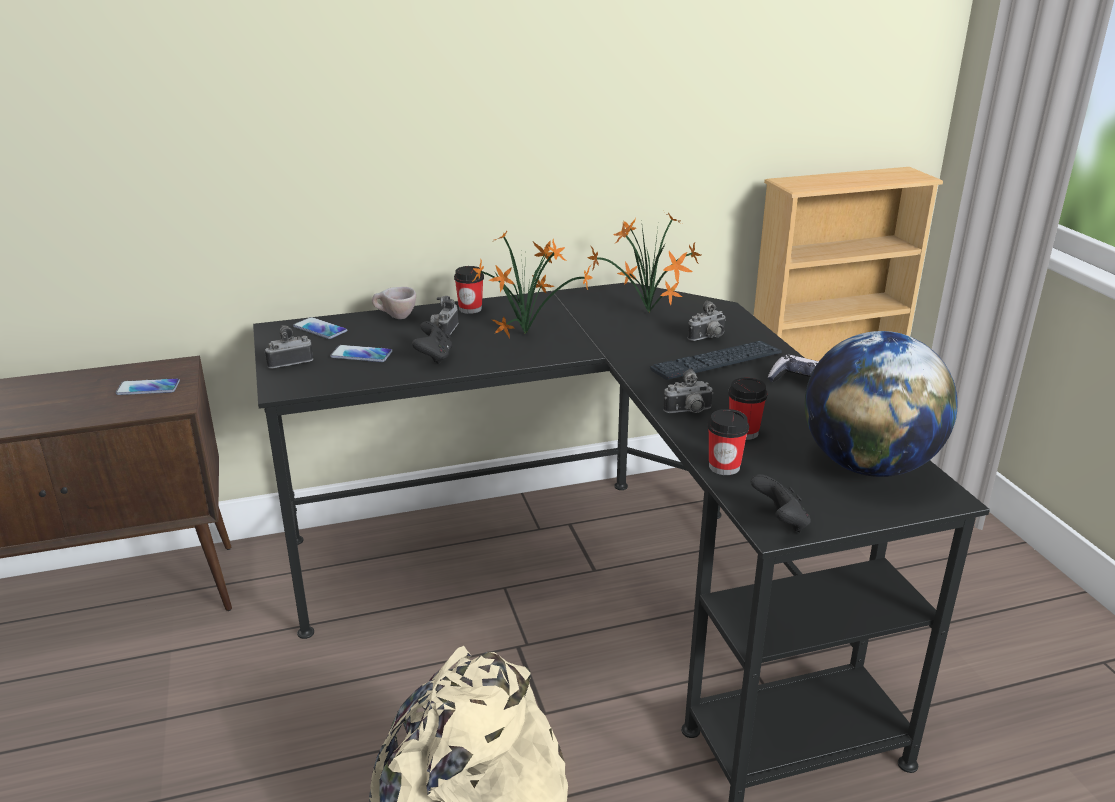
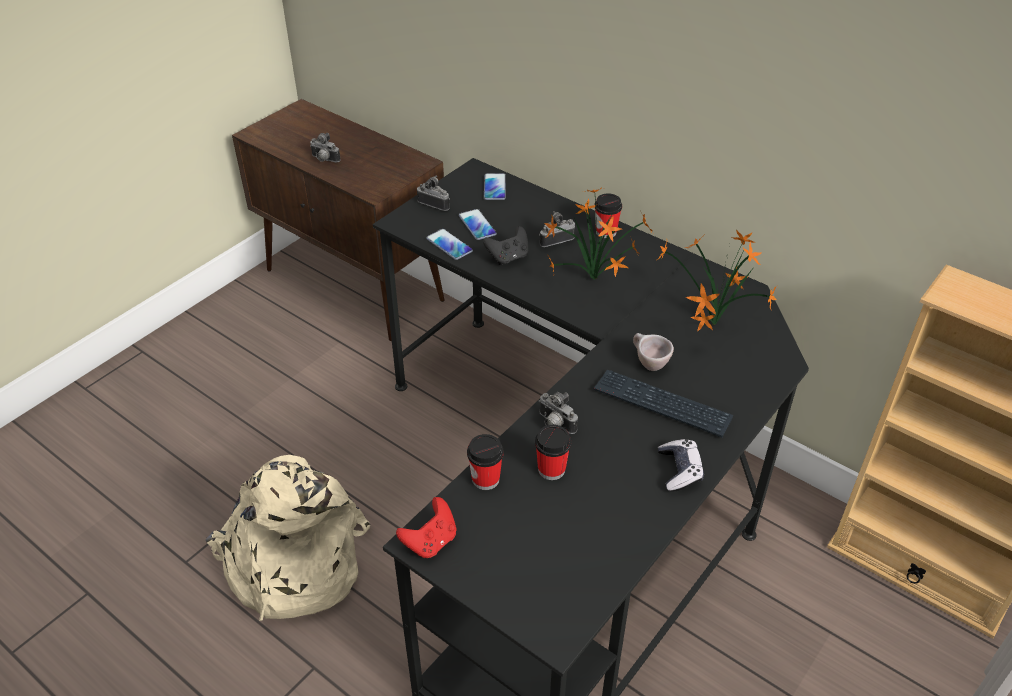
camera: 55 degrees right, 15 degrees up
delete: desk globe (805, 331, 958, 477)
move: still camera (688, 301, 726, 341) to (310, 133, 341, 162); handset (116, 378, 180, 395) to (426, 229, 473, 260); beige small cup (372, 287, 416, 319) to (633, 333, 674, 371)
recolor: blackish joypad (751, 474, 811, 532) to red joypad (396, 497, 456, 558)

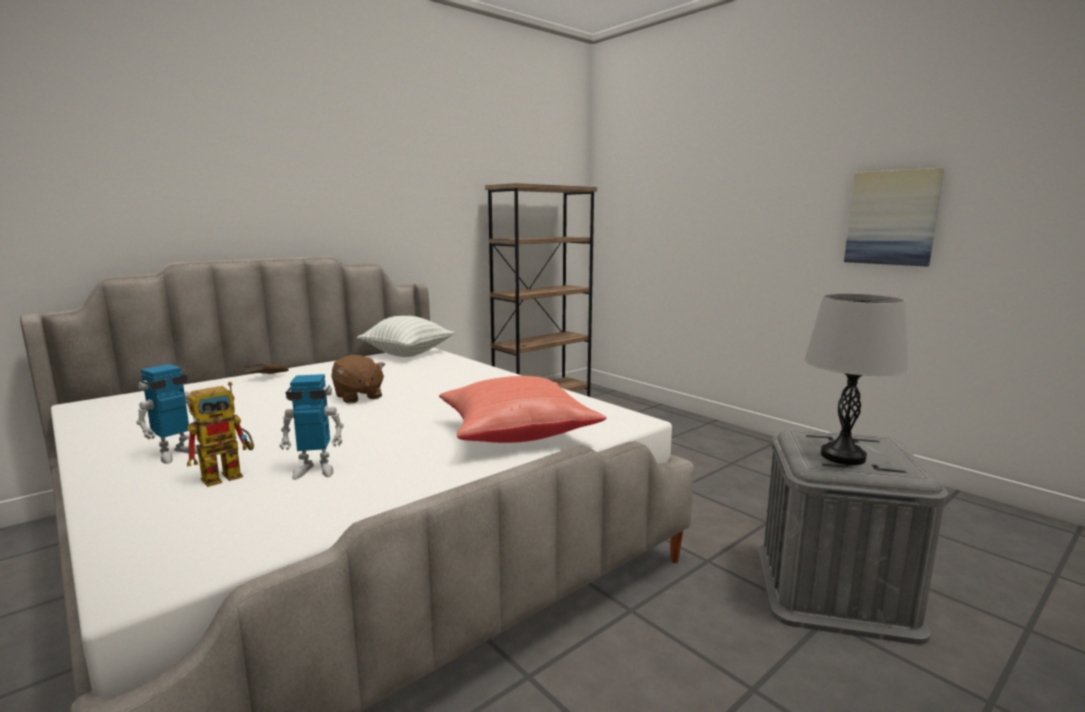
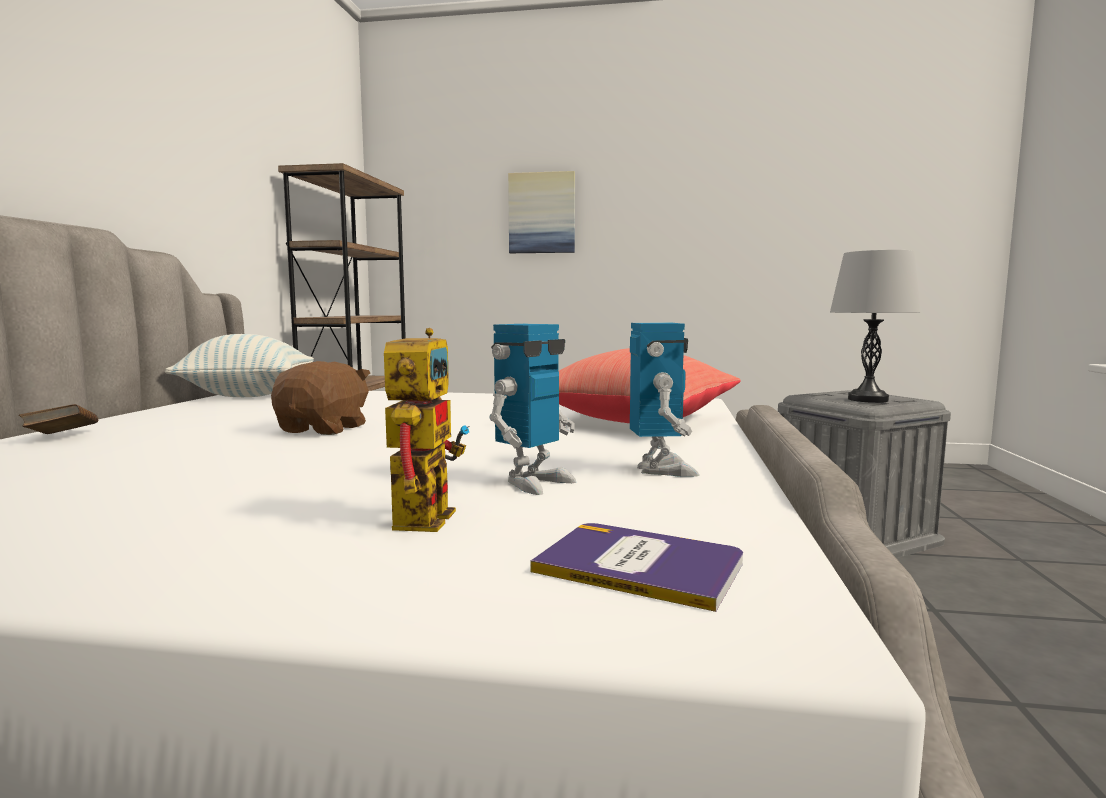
camera: 40 degrees left, 5 degrees down
insert: bound book (530, 523, 743, 612)
move: wall picture (844, 168, 944, 267) to (508, 171, 575, 253); toy robot (136, 364, 198, 464) to (630, 323, 699, 477)
rotate: brown-coloured plush toy (331, 355, 385, 404) = (271, 361, 370, 435) 90 degrees counterclockwise

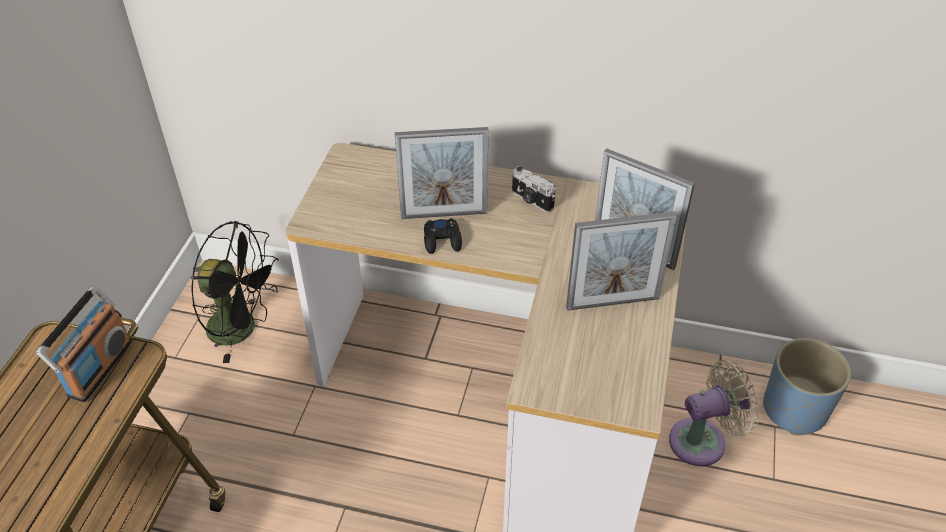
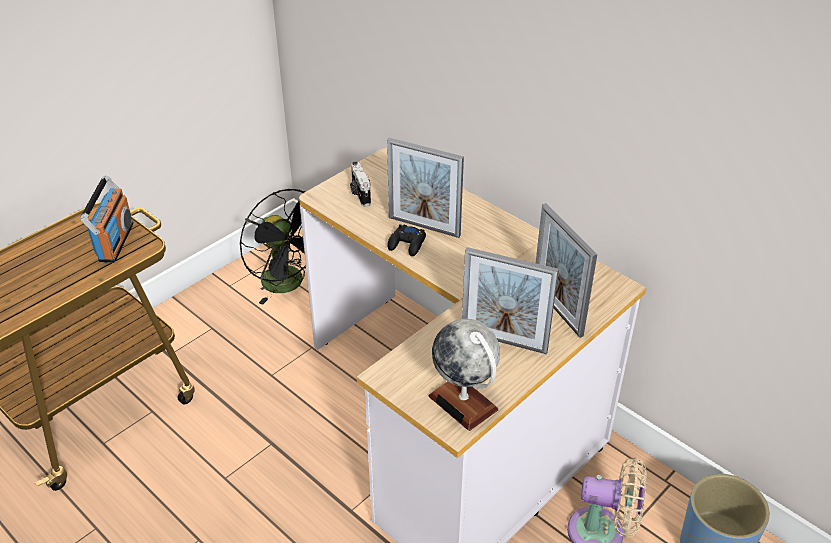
camera: 30 degrees right, 5 degrees down
insert: desk globe (428, 319, 500, 431)
move: still camera (512, 166, 555, 213) to (350, 162, 371, 206)
rotate: radio receiver (36, 286, 132, 402) = (80, 176, 134, 263) 45 degrees counterclockwise

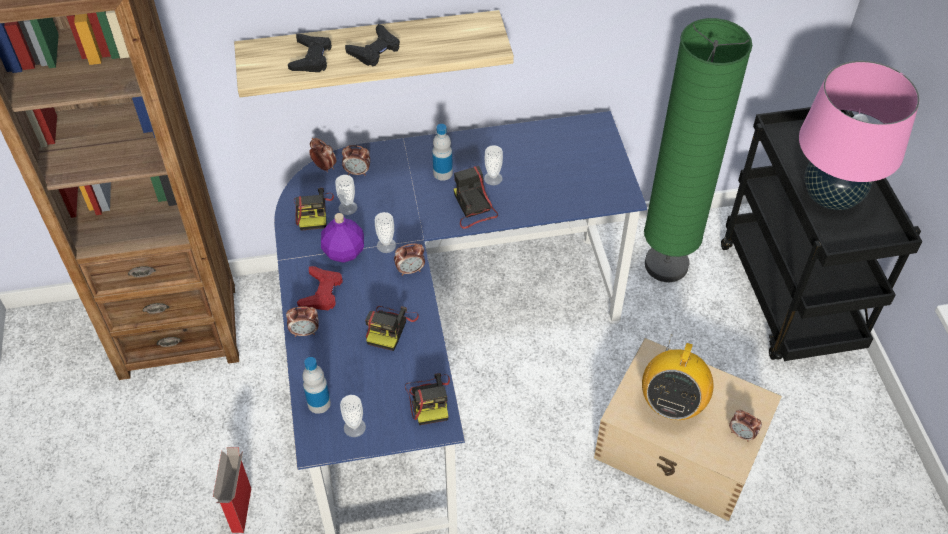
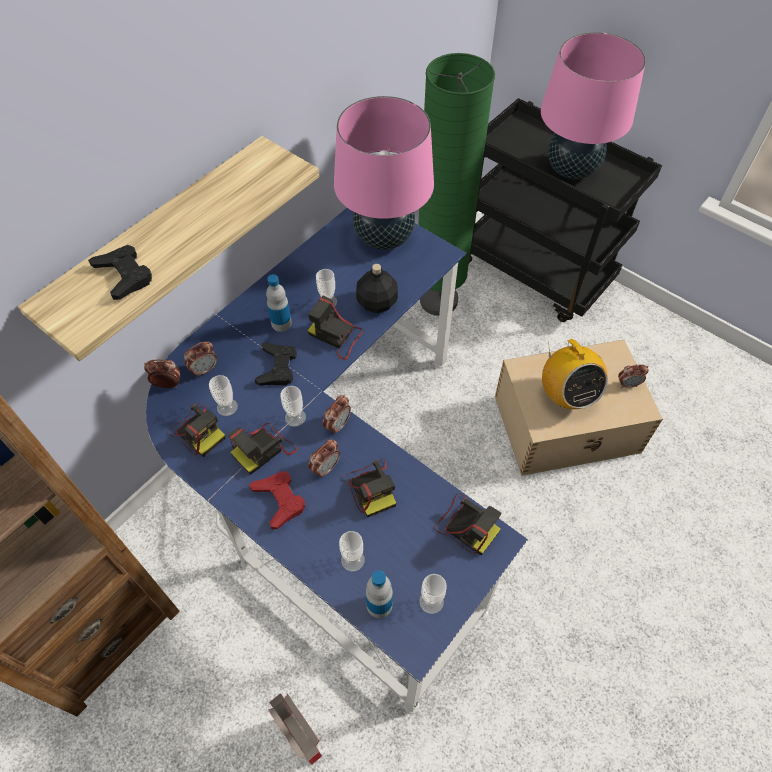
camera: 40 degrees left, 5 degrees up
insert: pink-coloured table lamp (334, 96, 434, 250); small cup (339, 531, 365, 571); blackish beverage bottle (356, 264, 398, 313)
move: blackish joypad (345, 24, 400, 67) to (255, 342, 297, 386); table clock (286, 306, 319, 337) to (308, 439, 340, 478)
replace: purple-coloured beverage bottle (321, 213, 364, 263) to still camera (228, 423, 298, 475)

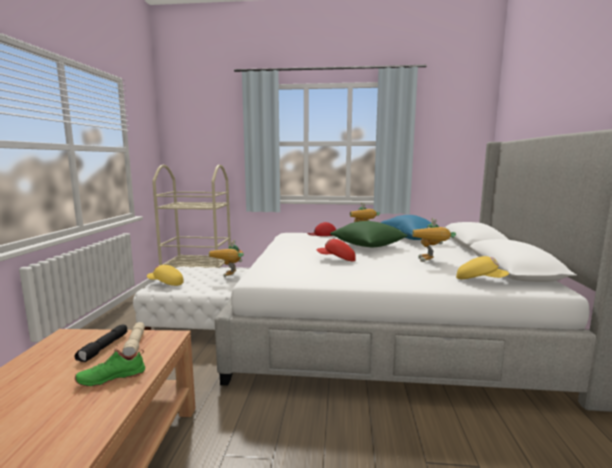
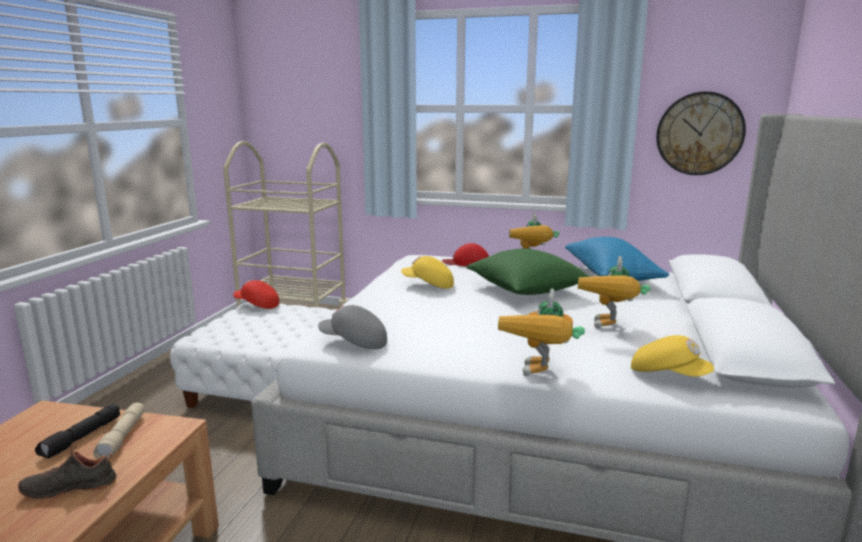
camera: 10 degrees right, 5 degrees up
insert: greyish baseball cap (318, 305, 387, 349); clock on the wall (656, 91, 746, 175)
move: red baseball cap (317, 239, 356, 261) to (233, 280, 279, 309); yellow-coloured baseball cap (147, 265, 184, 286) to (401, 256, 454, 289); toy robot (209, 240, 244, 277) to (498, 289, 585, 376)
recolor: green shoe (75, 345, 145, 387) to blackish shoe (18, 445, 117, 500)

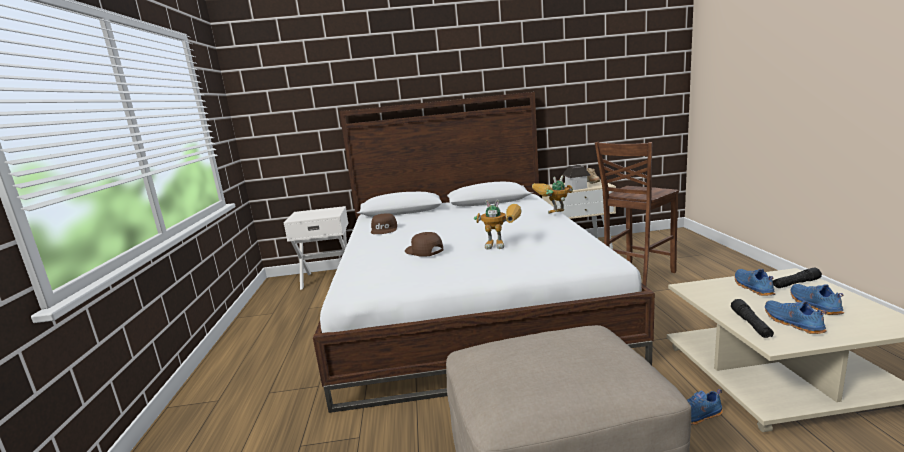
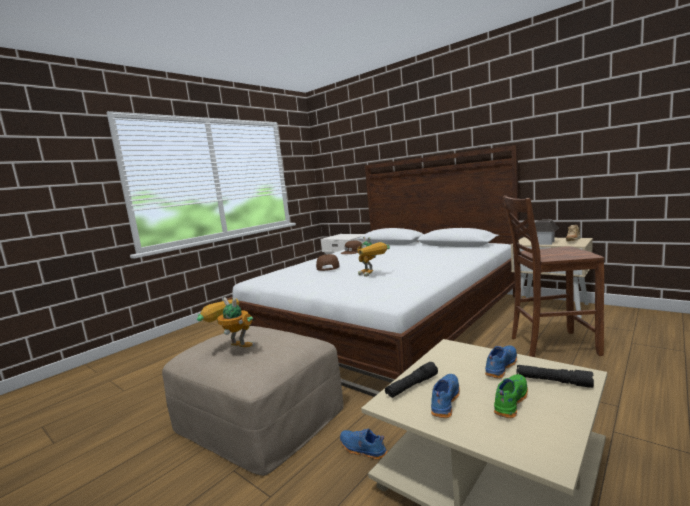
camera: 45 degrees right, 5 degrees down
move: toy robot (532, 175, 573, 214) to (197, 297, 255, 347)
recolor: blue-coloured shoe (790, 284, 844, 315) to green shoe (494, 374, 528, 418)

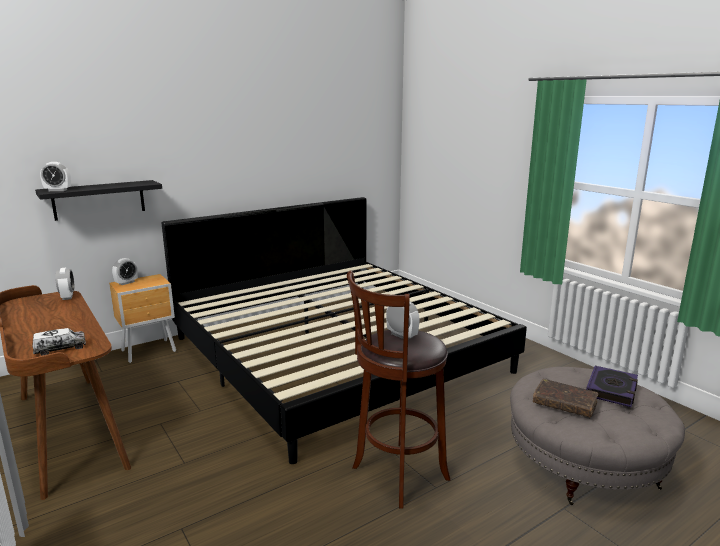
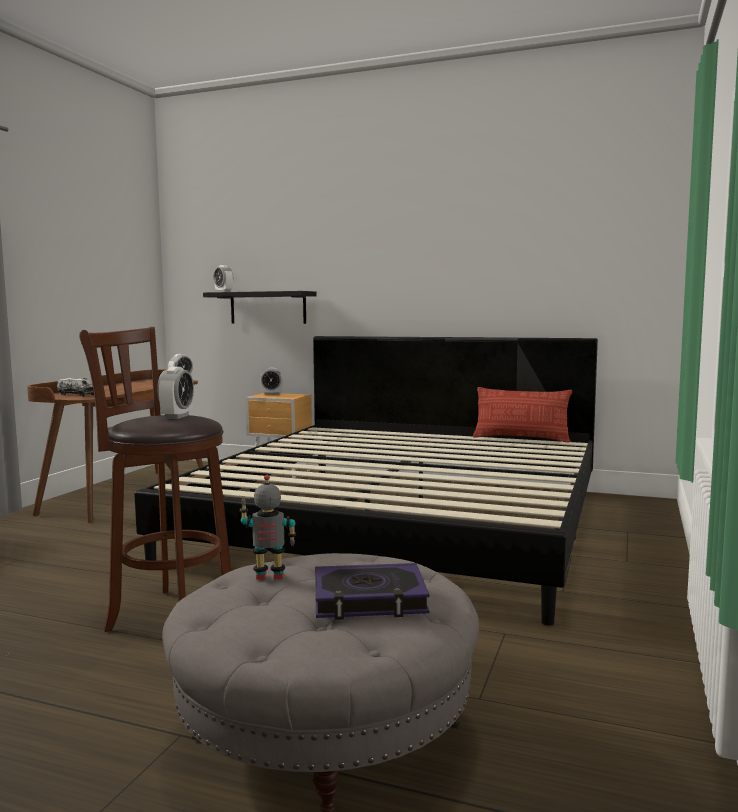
camera: 55 degrees right, 10 degrees down
insert: throw pillow (473, 387, 572, 442)
replace: brown-coloured bound book (533, 379, 598, 417) to toy robot (240, 475, 296, 579)

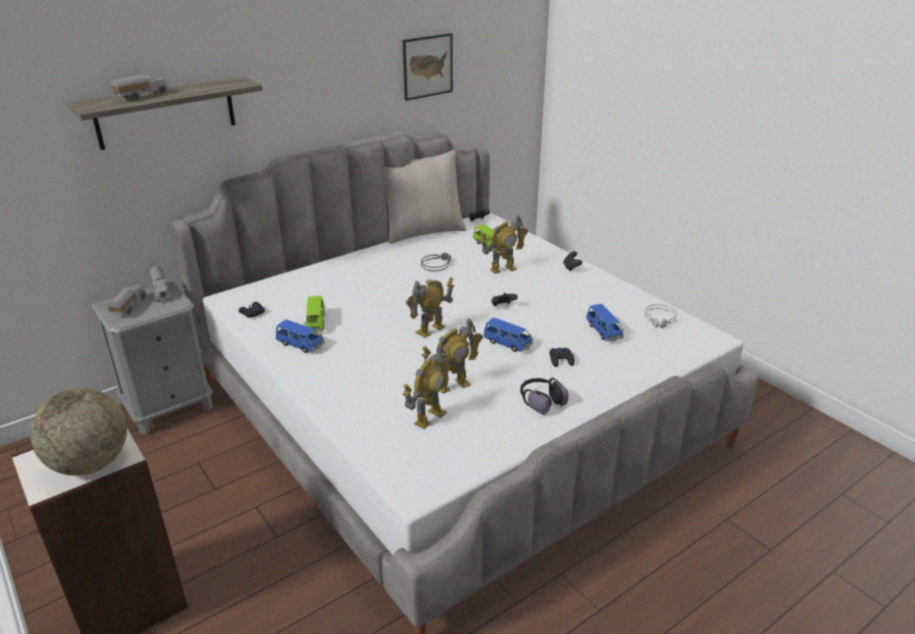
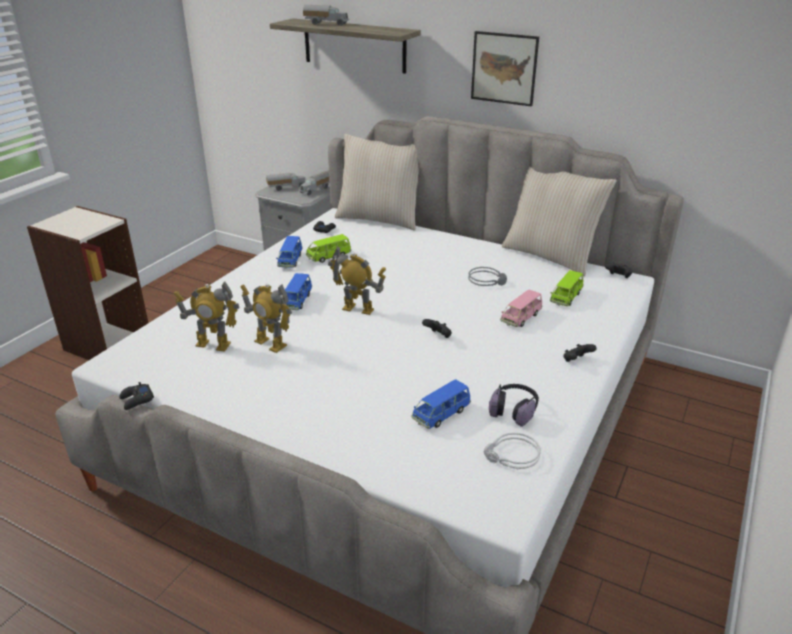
camera: 65 degrees right, 0 degrees up
delete: desk globe (31, 388, 127, 476)
insert: beige throw pillow (335, 134, 419, 231)
move: blackish joypad (549, 348, 575, 367) to (119, 382, 154, 410); blue-coloured model car (483, 318, 533, 352) to (285, 273, 312, 310); wall picture (403, 33, 453, 101) to (471, 31, 539, 106); headset (520, 378, 568, 415) to (489, 384, 539, 427)
replace: toy robot (480, 214, 528, 274) to pink-coloured model car (500, 289, 543, 327)

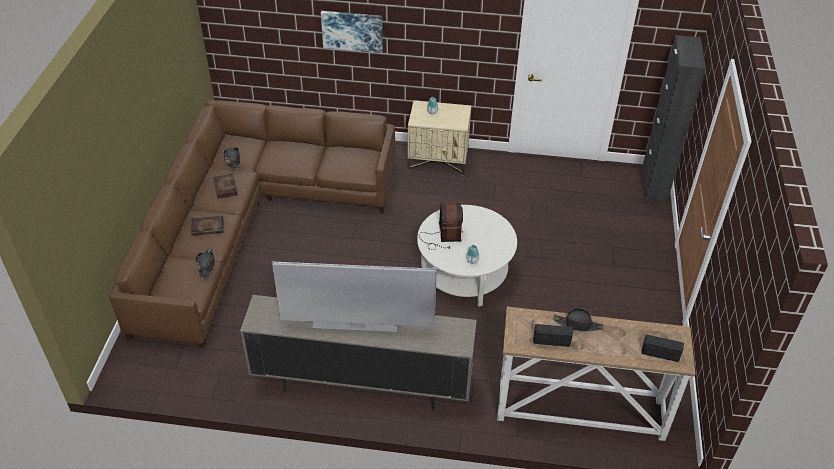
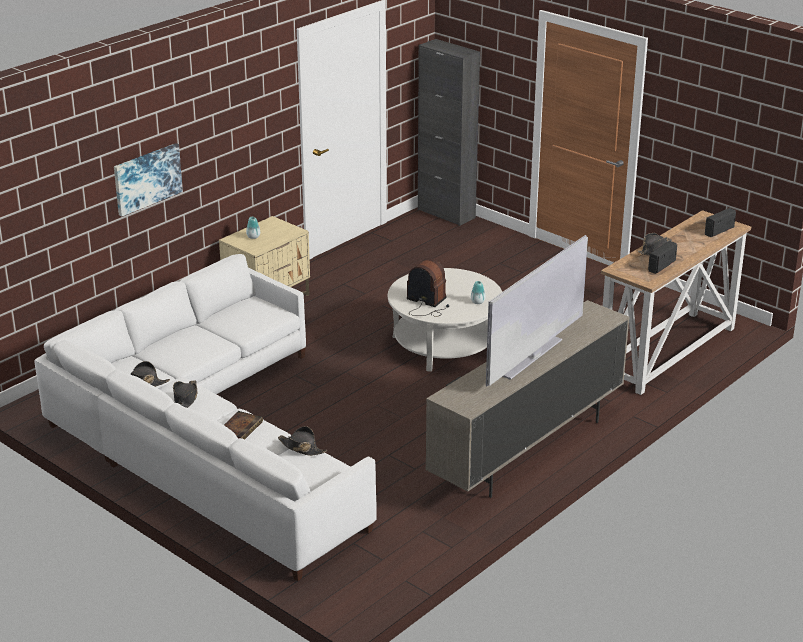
camera: 55 degrees left, 15 degrees down
replace: bound book (213, 174, 237, 199) to blackish clothing hat (173, 380, 198, 408)
recolor: brown-coloured settee (109, 100, 395, 348) to white settee (35, 254, 377, 581)

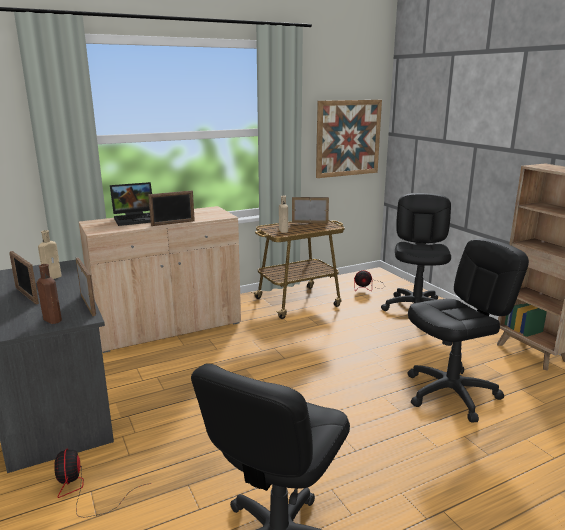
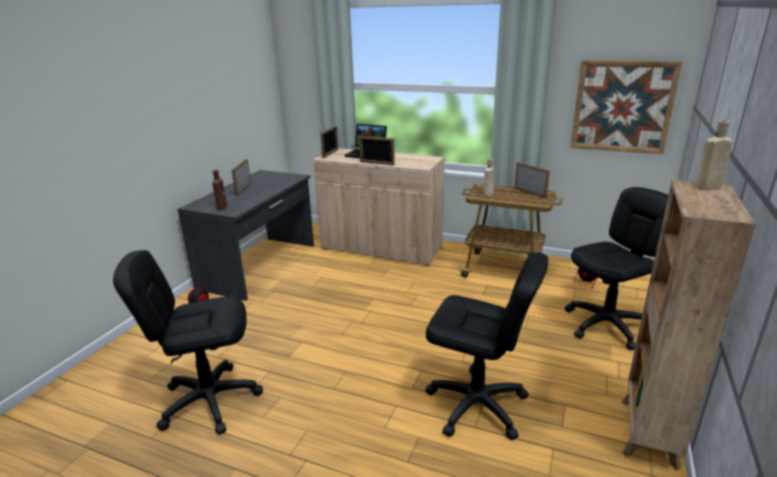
camera: 50 degrees right, 5 degrees up
move: standing frame (76, 257, 96, 316) to (320, 126, 338, 158); beige beverage bottle (38, 230, 62, 279) to (695, 120, 733, 190)

